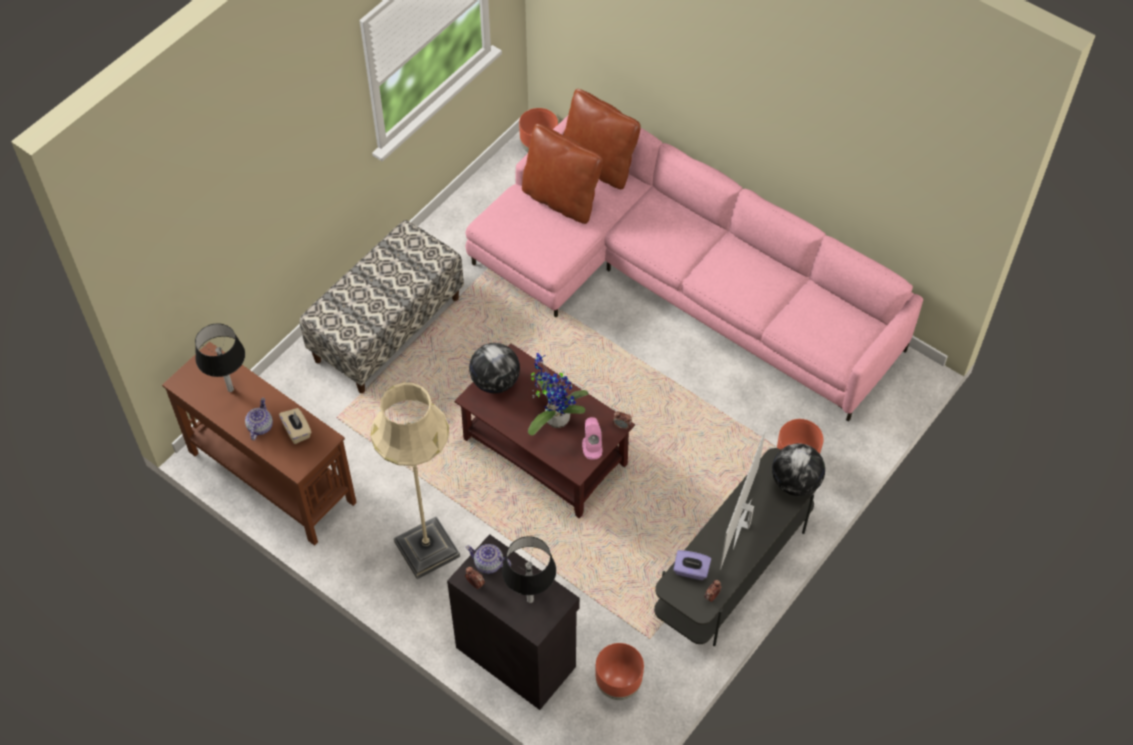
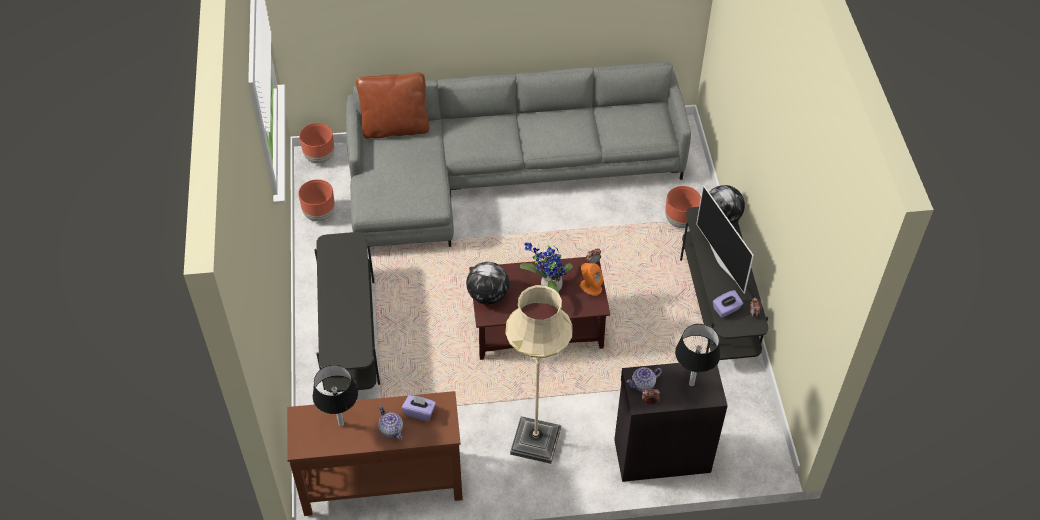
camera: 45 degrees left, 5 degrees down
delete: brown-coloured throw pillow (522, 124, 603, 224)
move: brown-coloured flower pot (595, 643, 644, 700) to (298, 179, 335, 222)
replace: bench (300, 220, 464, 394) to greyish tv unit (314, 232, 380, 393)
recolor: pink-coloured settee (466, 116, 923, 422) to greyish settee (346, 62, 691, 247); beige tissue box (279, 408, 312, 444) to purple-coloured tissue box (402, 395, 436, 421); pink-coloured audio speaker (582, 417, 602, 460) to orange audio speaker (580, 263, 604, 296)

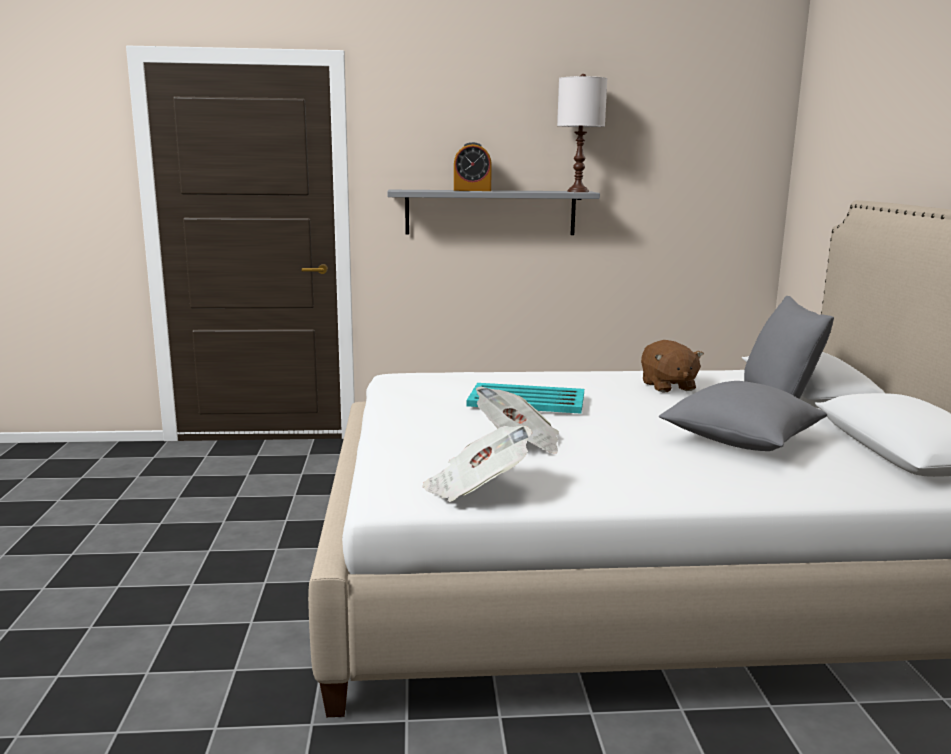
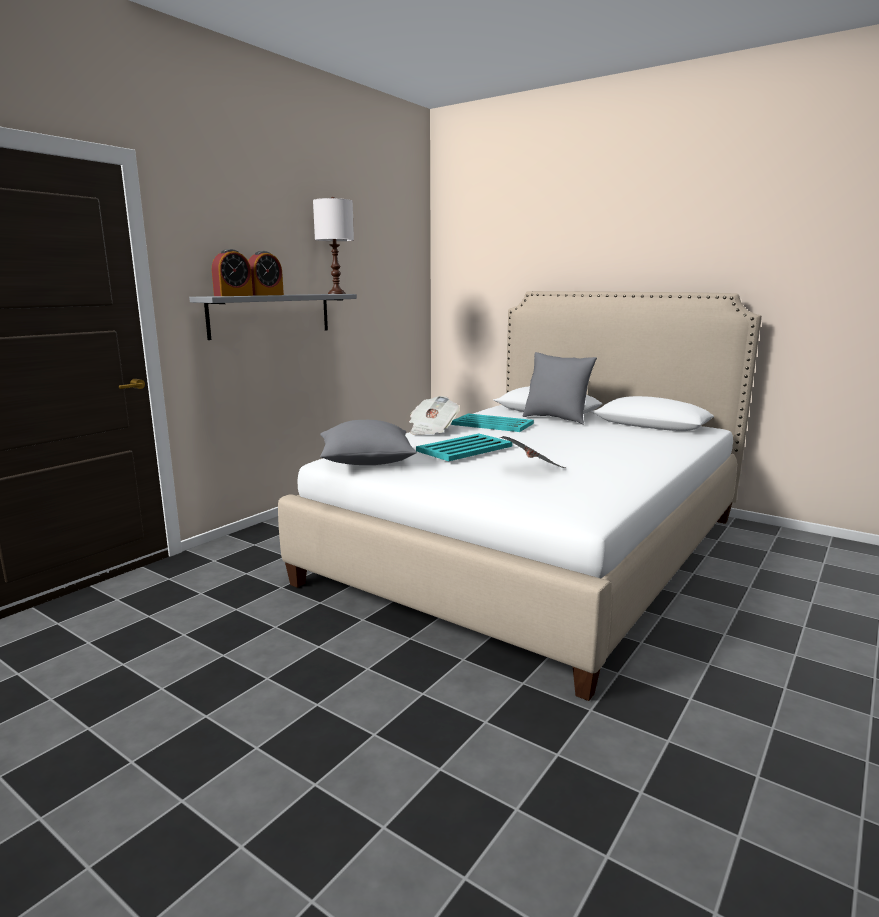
camera: 50 degrees left, 0 degrees up
insert: table clock (212, 249, 253, 296)
move: greyish throw pillow (659, 381, 827, 451) to (320, 420, 417, 465); daily paper (422, 426, 533, 502) to (409, 396, 460, 435)
replace: brown-coloured plush toy (641, 340, 704, 392) to turquoise-coloured serving tray (451, 414, 534, 432)

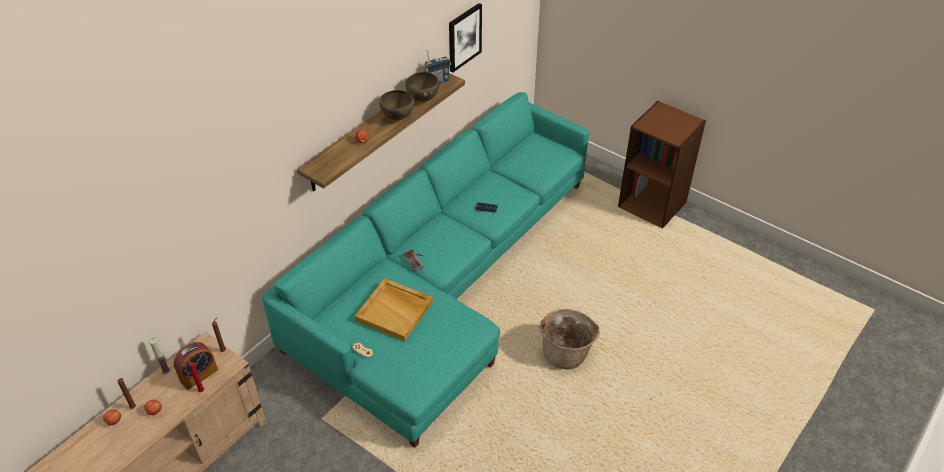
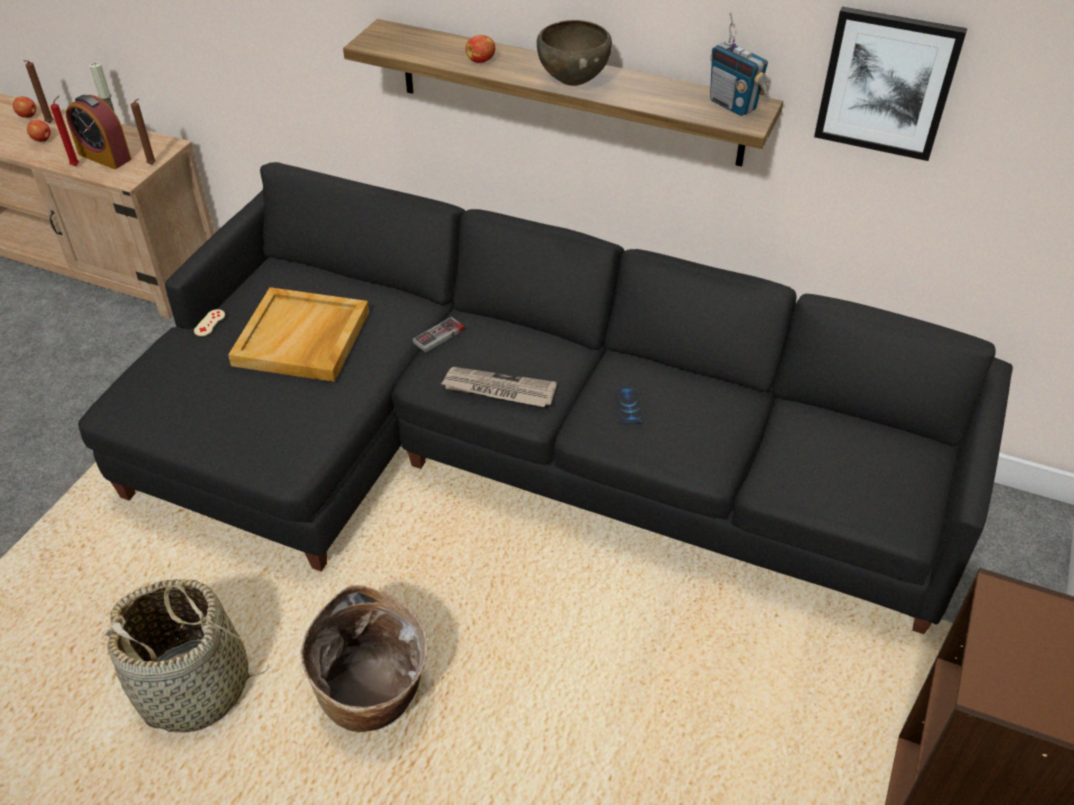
camera: 75 degrees right, 0 degrees up
delete: brown-coloured serving bowl (406, 72, 439, 102)
insert: basket (102, 579, 269, 732); daily paper (441, 367, 557, 407)
recolor: turquoise-coloured settee (262, 92, 590, 448) to blackish settee (78, 162, 1013, 634)

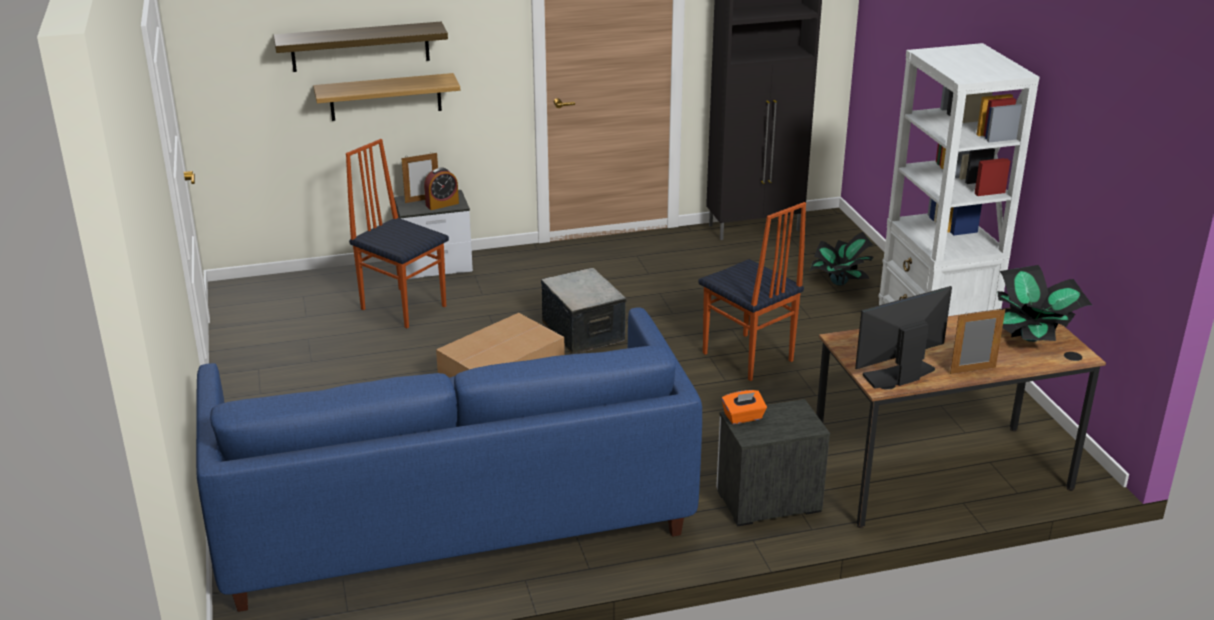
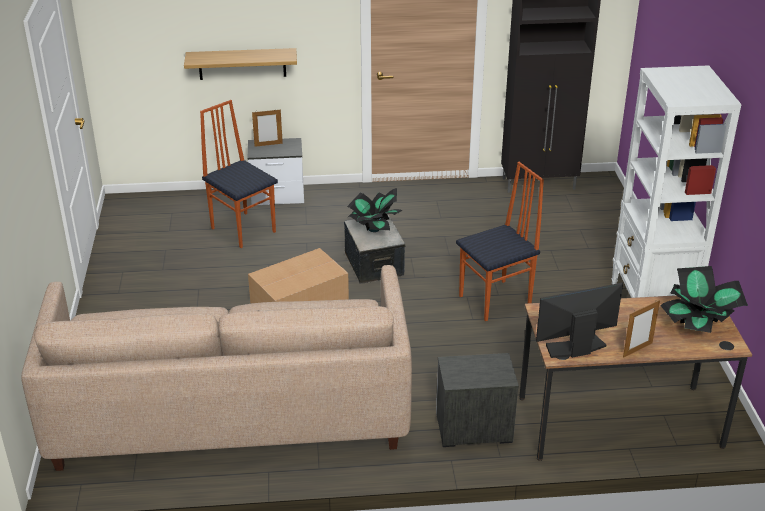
camera: 10 degrees right, 5 degrees up
delete: shelf (274, 22, 448, 72); table clock (424, 168, 459, 210); orange tissue box (722, 390, 767, 424)
move: houseplant (810, 232, 874, 286) to (347, 188, 403, 232)
recolor: blue-coloured settee (196, 308, 702, 612) to beige settee (21, 265, 412, 471)
rotate: plain chair (698, 202, 806, 381) = (456, 162, 544, 321) 90 degrees counterclockwise; standing frame (950, 309, 1005, 374) = (623, 300, 660, 358) 150 degrees clockwise

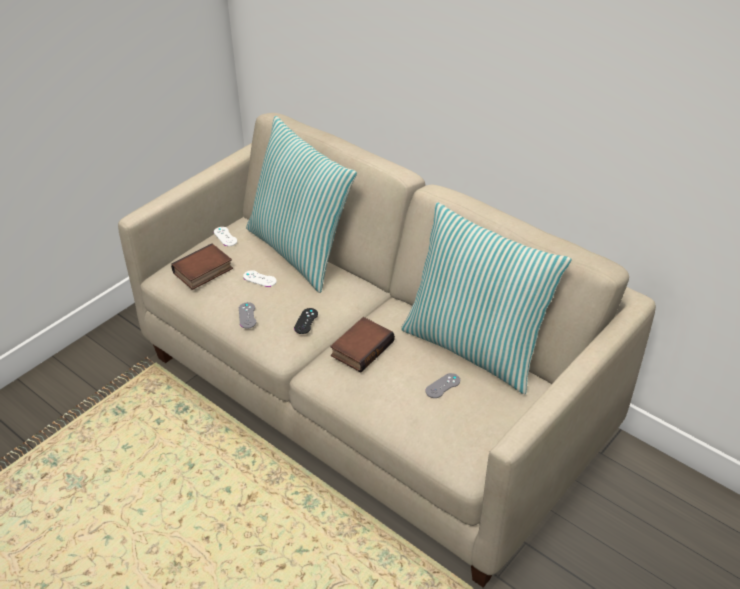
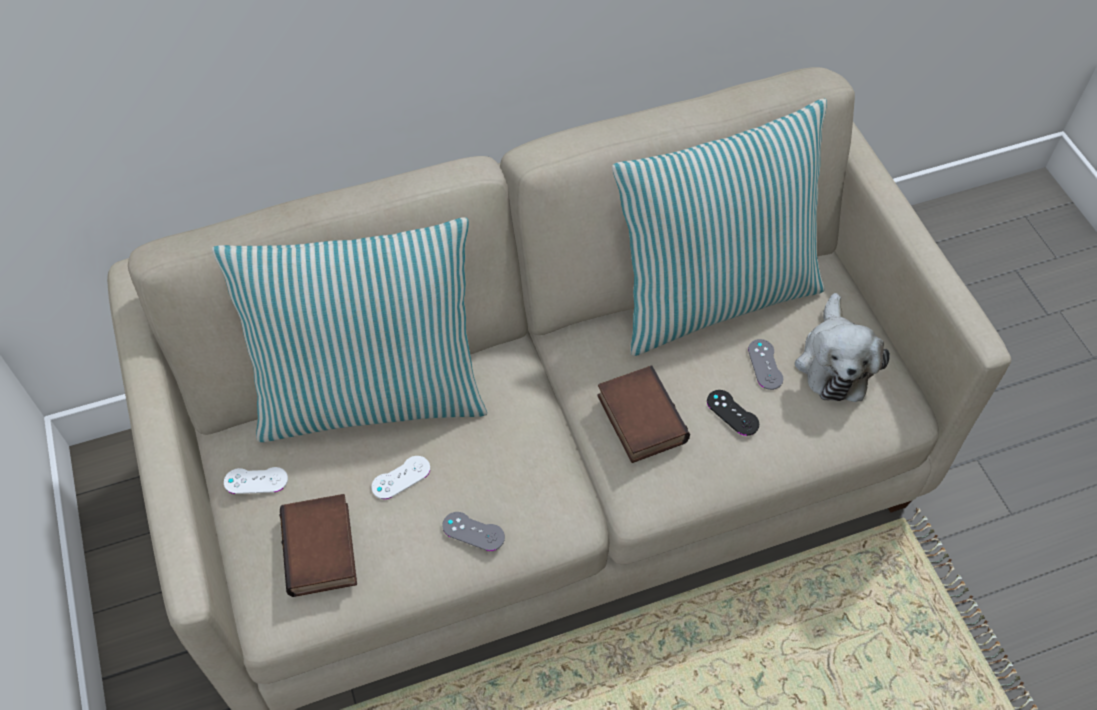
camera: 60 degrees left, 15 degrees up
insert: plush toy (795, 293, 890, 402)
move: blackish joypad (294, 308, 318, 334) to (707, 390, 759, 436)

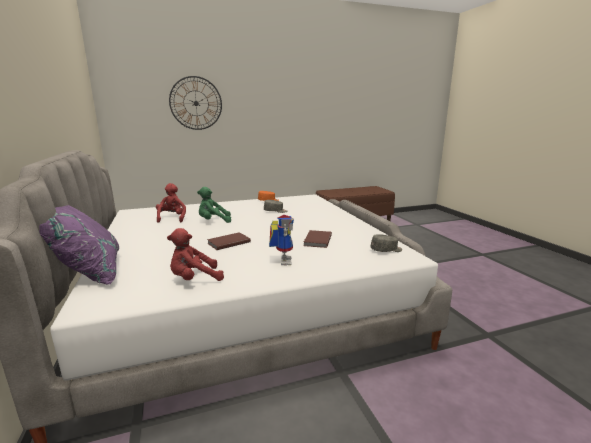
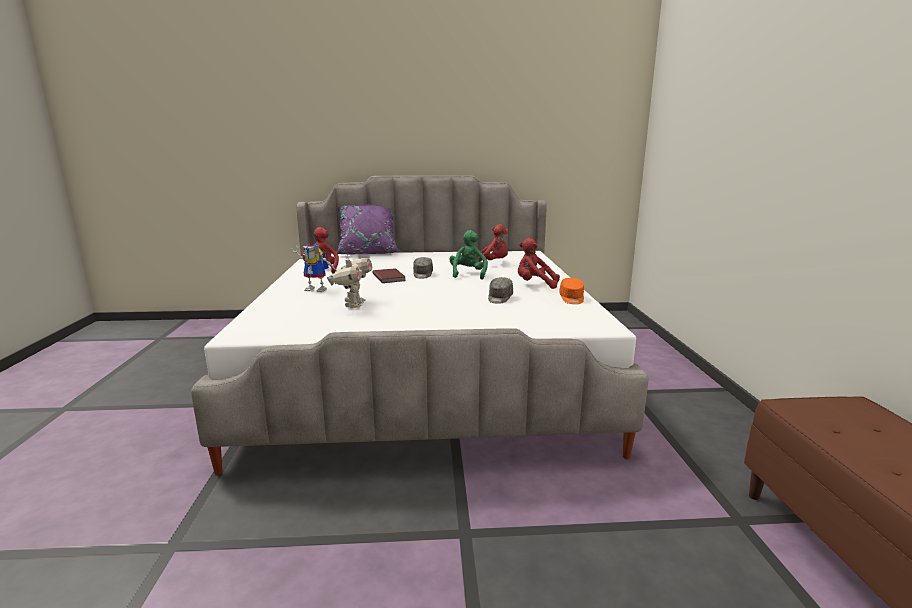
camera: 105 degrees right, 0 degrees up
delete: clock on the wall (169, 76, 222, 130)
insert: red plush toy (518, 238, 560, 289)
move: greyish baseball cap (371, 234, 402, 252) to (413, 257, 433, 278)
replace: brown-coloured bound book (304, 230, 332, 248) to toy robot (327, 255, 372, 308)

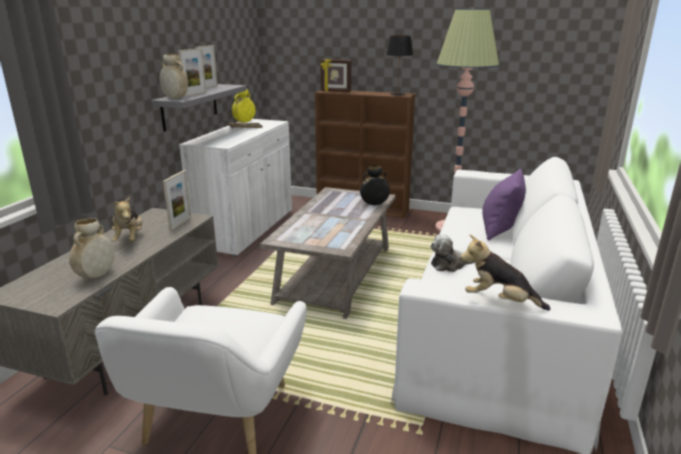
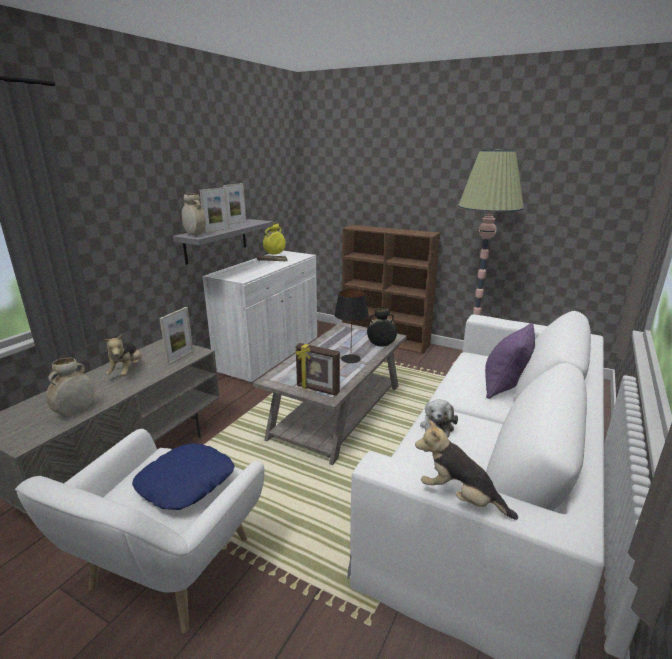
camera: 10 degrees right, 0 degrees up
insert: blue-coloured throw pillow (132, 443, 235, 510)
move: standing frame (320, 58, 351, 92) to (295, 343, 340, 396); blackish table lamp (386, 35, 413, 96) to (334, 289, 369, 363)
rotate: plush toy (430, 234, 474, 272) = (420, 399, 458, 438) 75 degrees counterclockwise

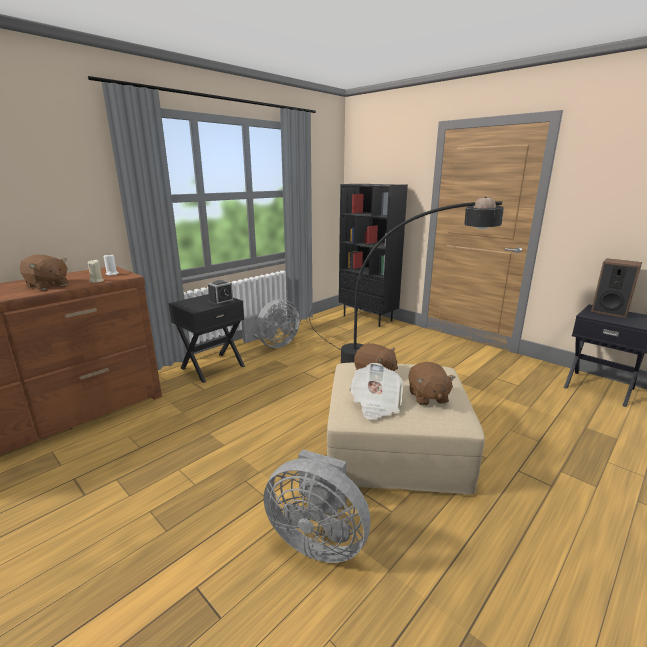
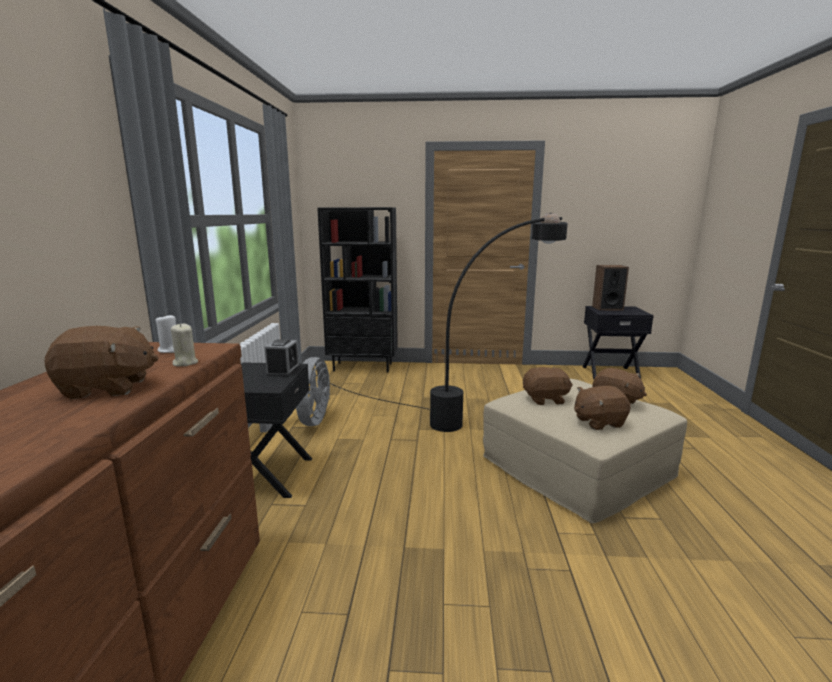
camera: 40 degrees left, 5 degrees down
delete: greyish fan (264, 449, 371, 563)
replace: daily paper (349, 363, 404, 420) to brown-coloured plush toy (574, 386, 631, 430)

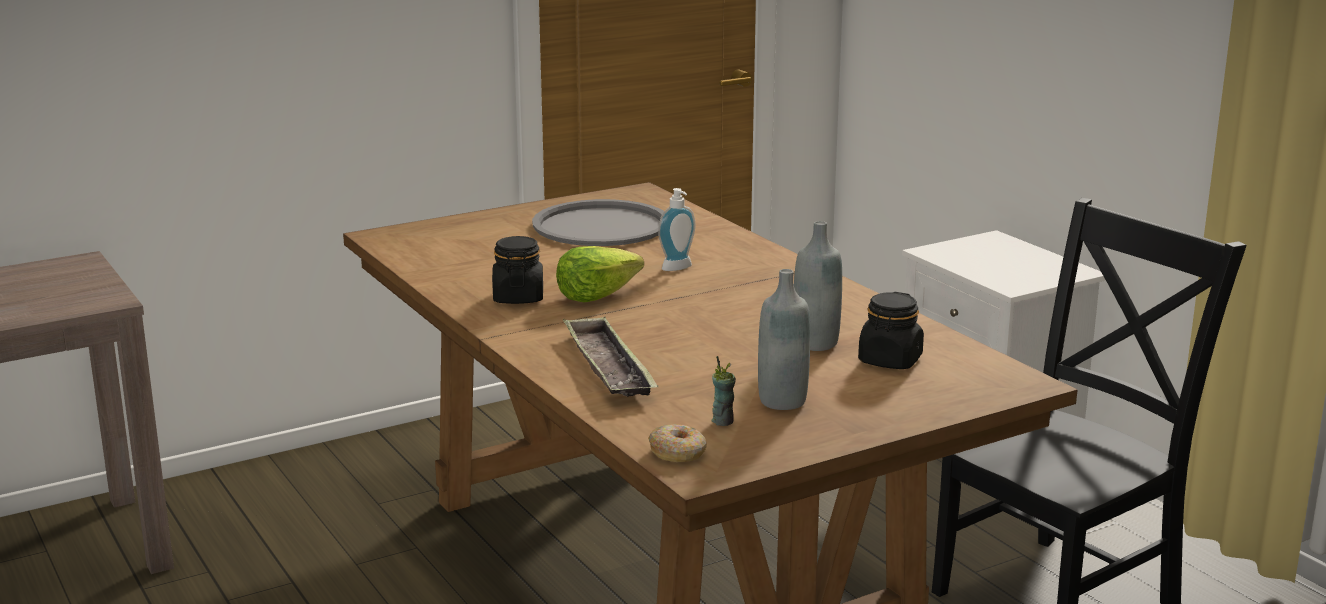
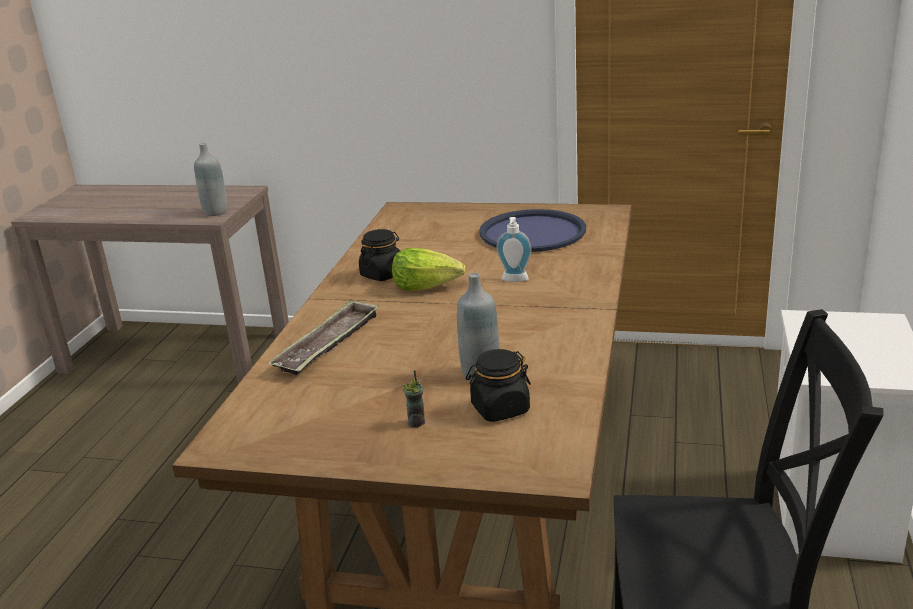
camera: 45 degrees right, 5 degrees up
delete: doughnut (648, 424, 707, 462)
move: greyish beverage bottle (758, 269, 810, 410) to (194, 143, 228, 216); small cup (712, 356, 736, 426) to (402, 370, 425, 428)
recolor: greyish serving tray (532, 199, 664, 246) to blue-coloured serving tray (479, 209, 586, 252)

